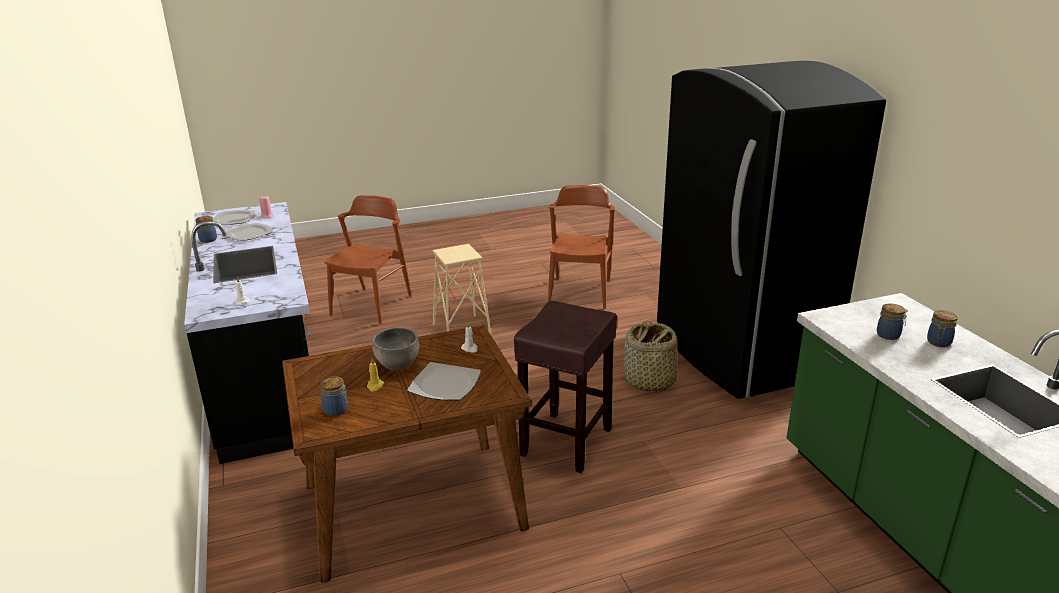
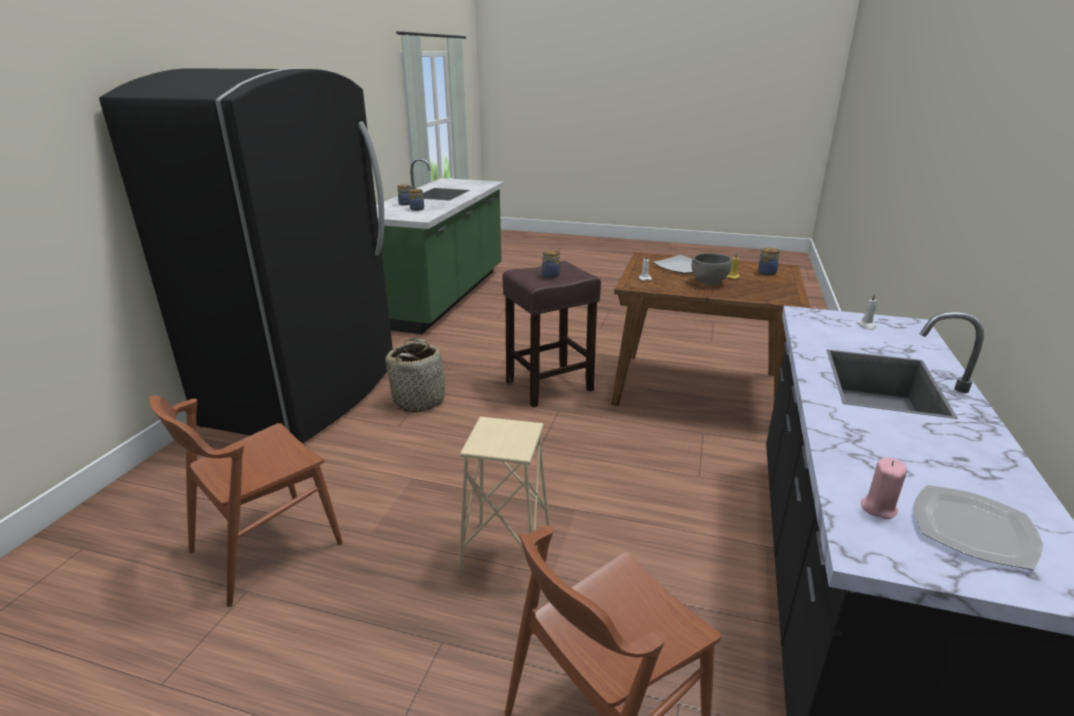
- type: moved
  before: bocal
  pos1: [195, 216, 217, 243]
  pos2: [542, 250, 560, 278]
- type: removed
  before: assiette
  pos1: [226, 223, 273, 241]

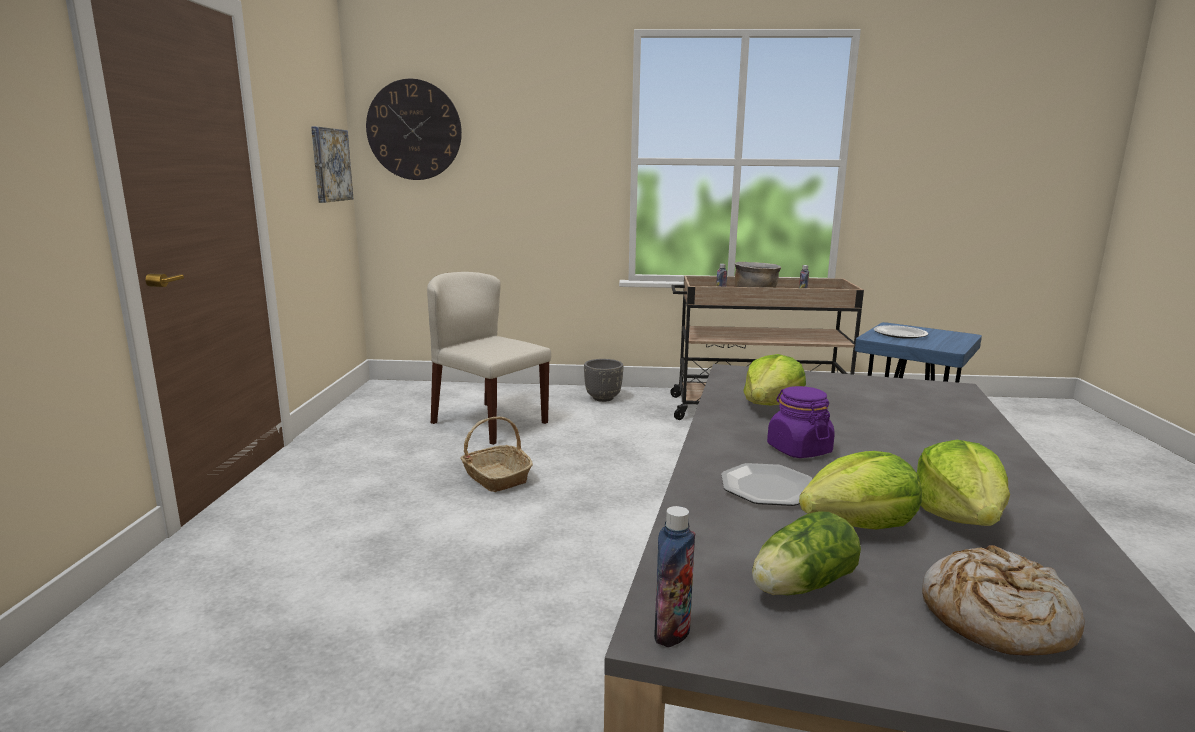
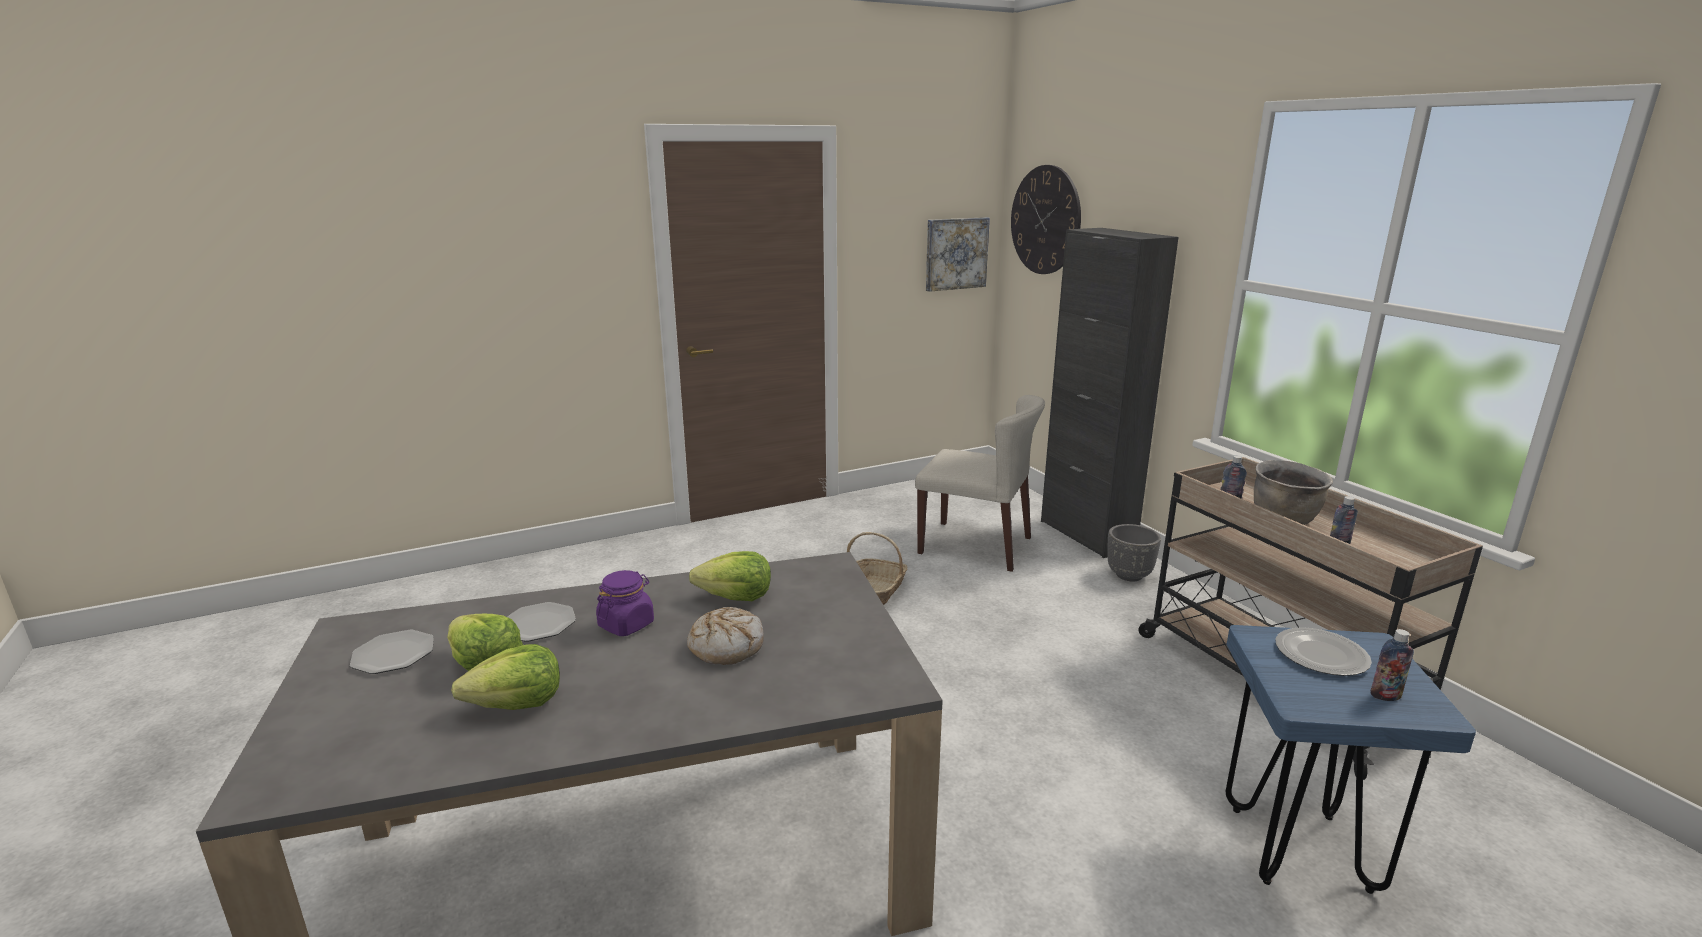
- type: turned
  before: chaise/beige
  pos1: [427, 272, 551, 445]
  pos2: [915, 395, 1045, 572]
  turn: 105
- type: moved
  before: bouteille
  pos1: [654, 506, 695, 647]
  pos2: [1370, 629, 1414, 701]
- type: replaced
  before: laitue
  after: assiette
  pos1: [752, 511, 861, 595]
  pos2: [350, 630, 434, 674]
- type: moved
  before: pain
  pos1: [922, 545, 1085, 655]
  pos2: [687, 607, 764, 665]
- type: added
  after: meuble de rangement/noir
  pos2: [1041, 228, 1179, 558]

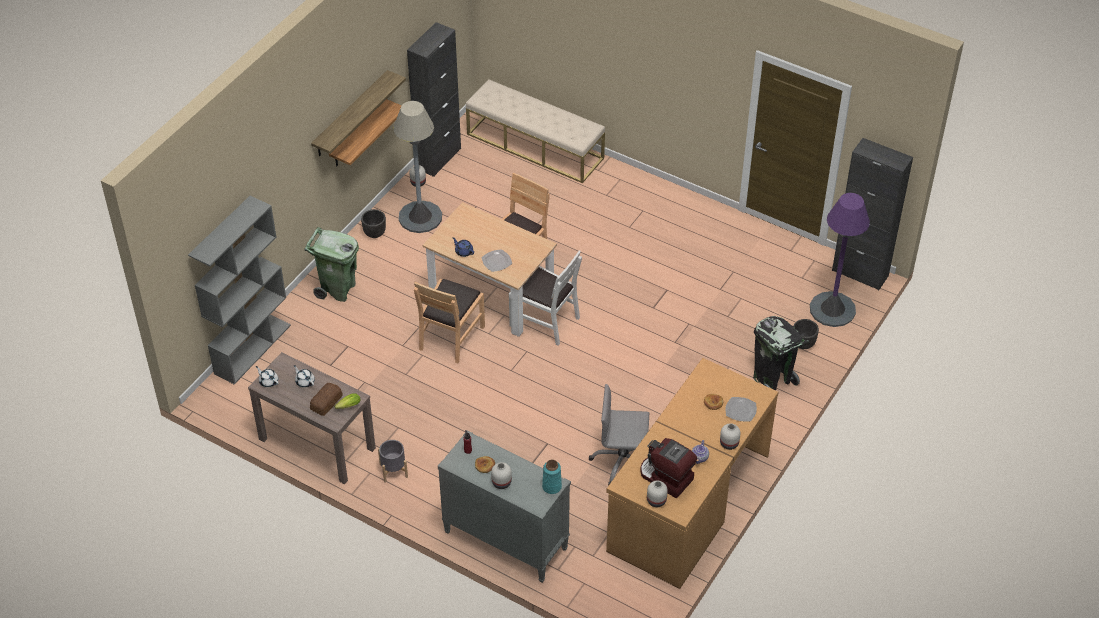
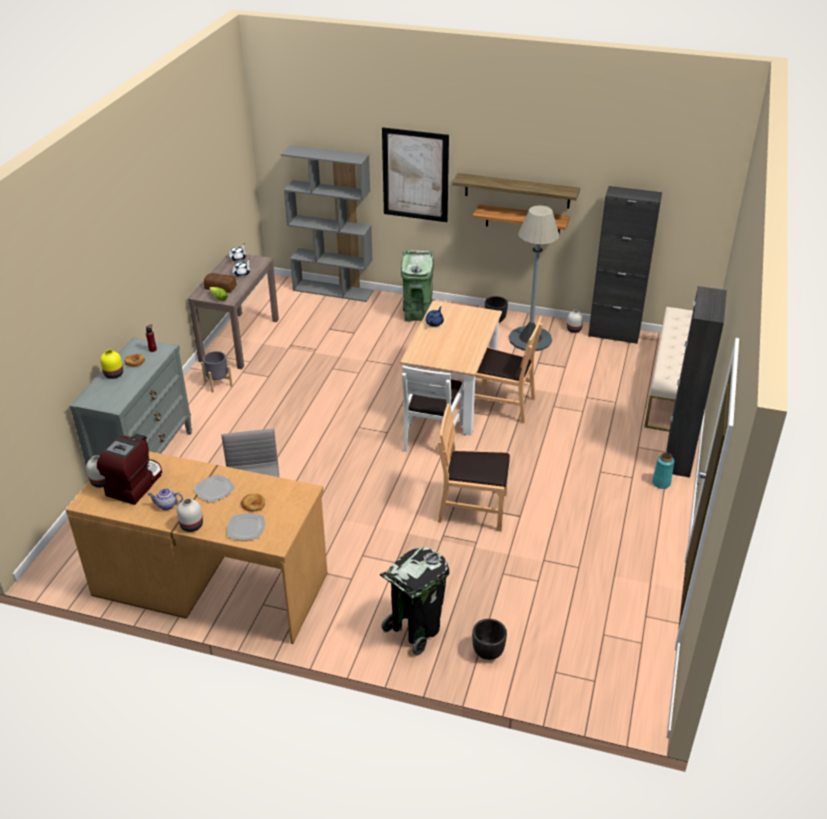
- type: moved
  before: meuble de rangement/noir
  pos1: [832, 138, 913, 290]
  pos2: [666, 286, 727, 478]
- type: removed
  before: lampadaire/violet
  pos1: [810, 193, 870, 327]
- type: moved
  before: assiette
  pos1: [481, 249, 512, 272]
  pos2: [194, 474, 235, 502]
- type: moved
  before: chaise/marron
  pos1: [414, 279, 485, 363]
  pos2: [438, 403, 510, 532]
- type: moved
  before: vase/turquoise
  pos1: [542, 460, 562, 494]
  pos2: [652, 452, 674, 489]
- type: recoloured
  before: vase/blanc
  after: vase/jaune
  pos1: [491, 462, 512, 489]
  pos2: [100, 350, 123, 379]
- type: added
  after: tableau
  pos2: [382, 127, 449, 222]

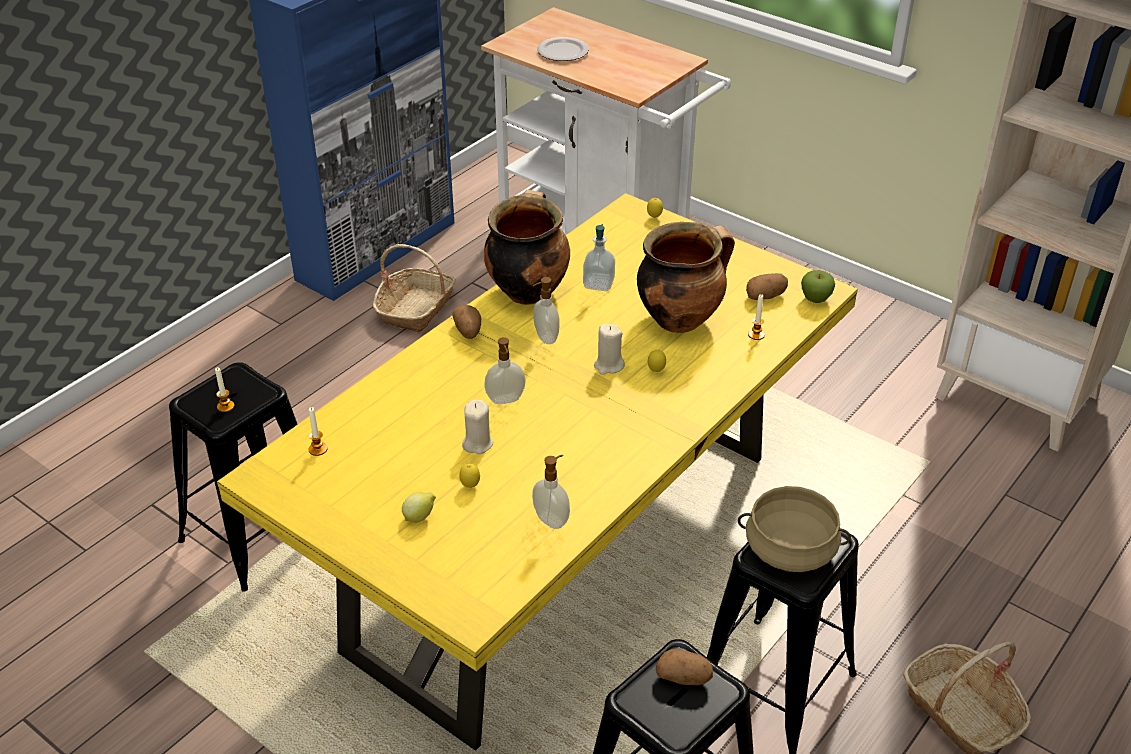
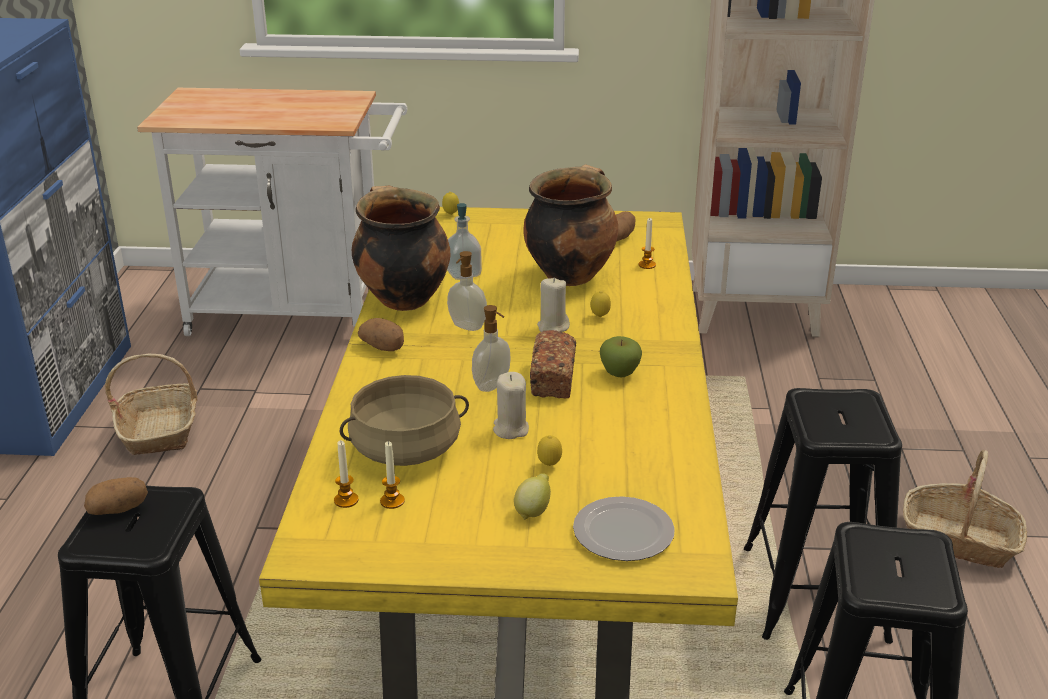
- type: moved
  before: assiette
  pos1: [537, 37, 589, 61]
  pos2: [573, 496, 675, 561]
- type: moved
  before: pomme
  pos1: [801, 270, 835, 303]
  pos2: [600, 336, 642, 377]
- type: moved
  before: bougie
  pos1: [215, 367, 234, 412]
  pos2: [380, 441, 405, 509]
- type: removed
  before: distributeur de savon
  pos1: [532, 455, 570, 529]
- type: moved
  before: marmite/beige
  pos1: [738, 486, 851, 572]
  pos2: [340, 375, 469, 466]
- type: moved
  before: pomme de terre
  pos1: [656, 649, 713, 685]
  pos2: [84, 477, 148, 515]
- type: added
  after: pain
  pos2: [530, 330, 576, 399]

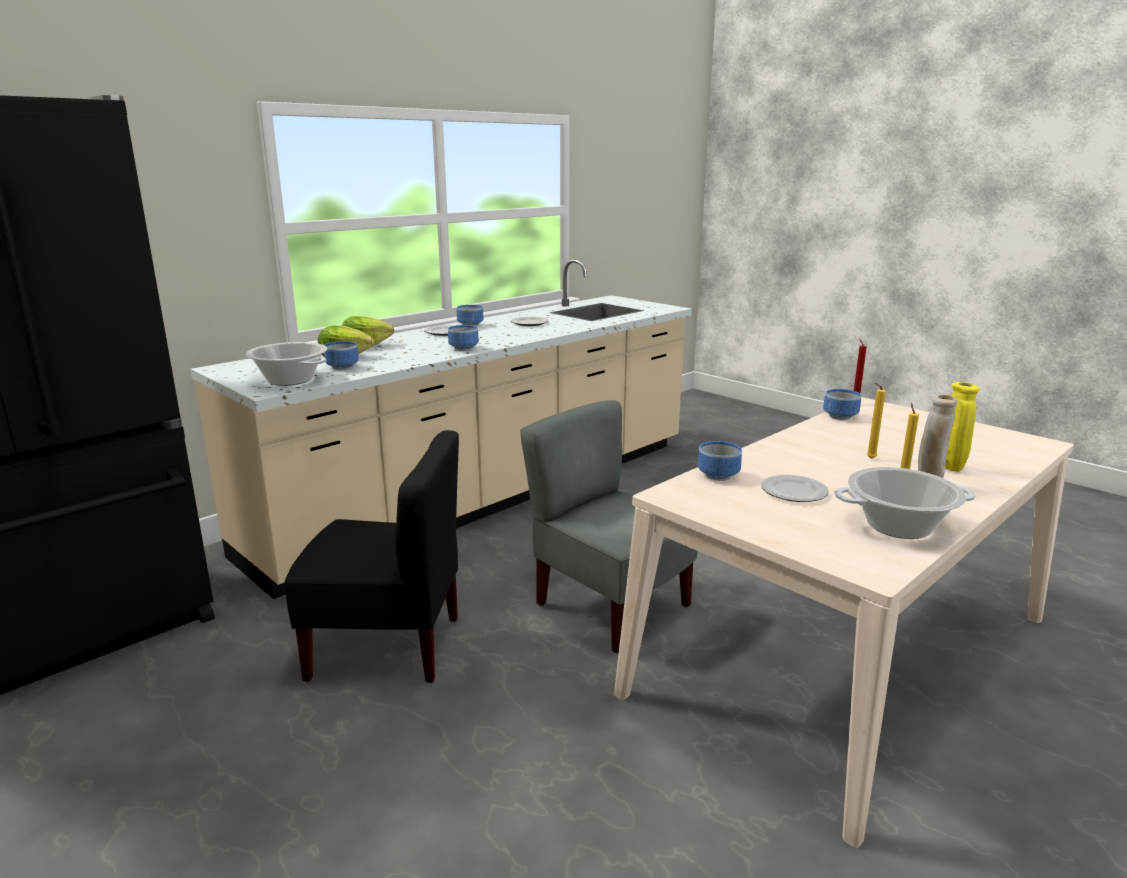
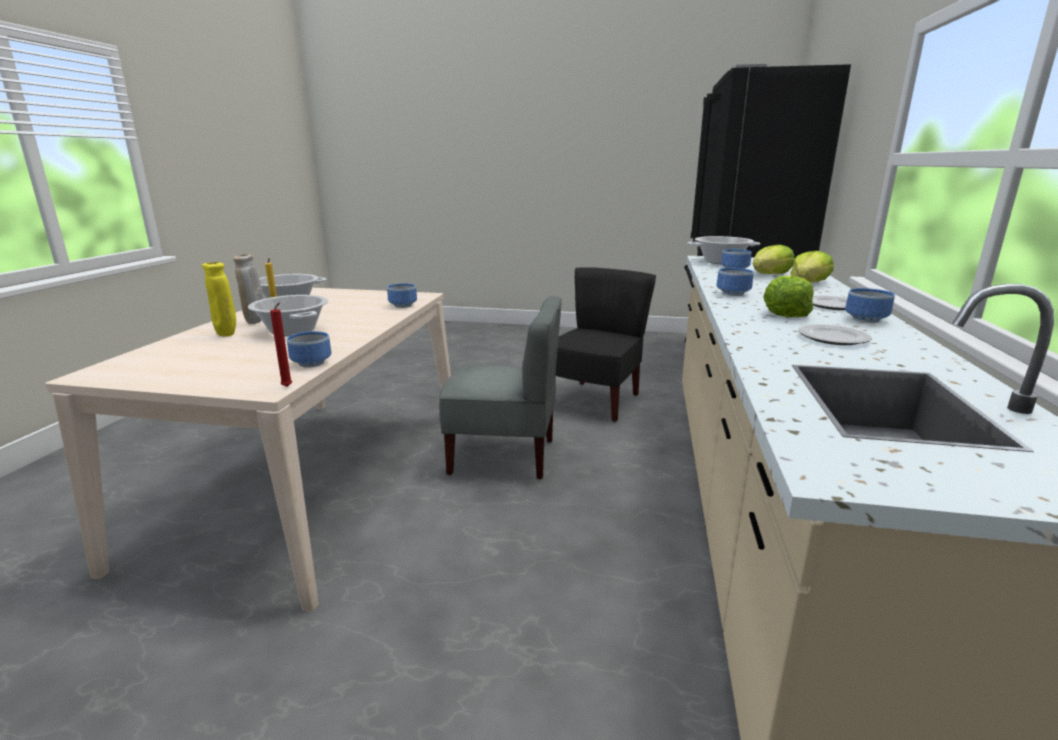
- type: replaced
  before: bougie/jaune
  after: marmite
  pos1: [867, 383, 886, 459]
  pos2: [248, 295, 328, 336]
- type: turned
  before: chaise/noir
  pos1: [285, 430, 459, 683]
  pos2: [556, 267, 656, 422]
  turn: 150
- type: removed
  before: assiette
  pos1: [761, 475, 829, 502]
- type: added
  after: laitue
  pos2: [763, 275, 814, 317]

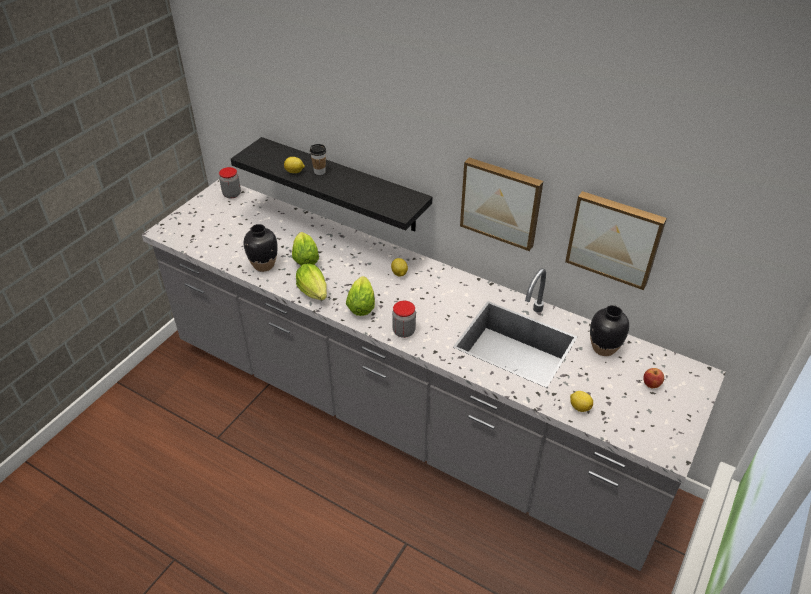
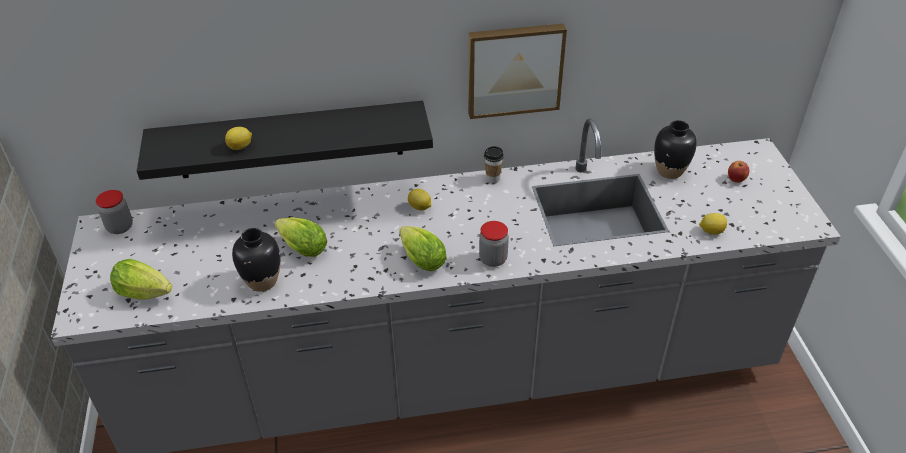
- type: moved
  before: tasse
  pos1: [310, 144, 326, 175]
  pos2: [484, 146, 504, 183]
- type: removed
  before: tableau
  pos1: [565, 191, 667, 290]
- type: moved
  before: laitue
  pos1: [296, 264, 327, 300]
  pos2: [110, 259, 172, 300]

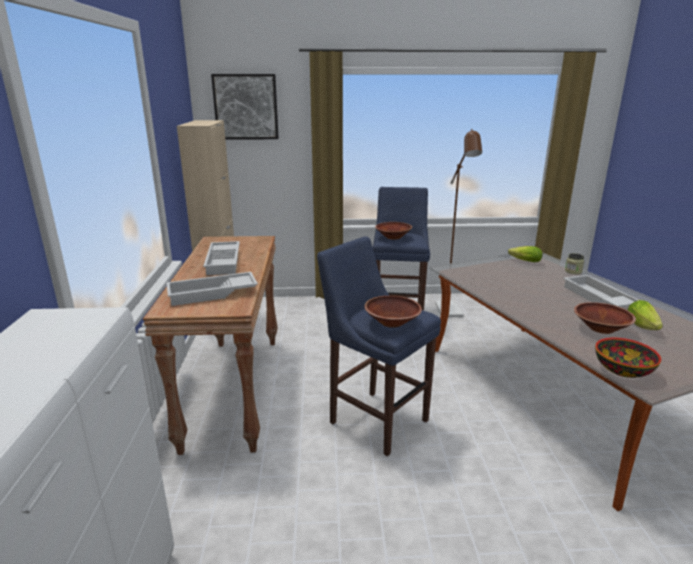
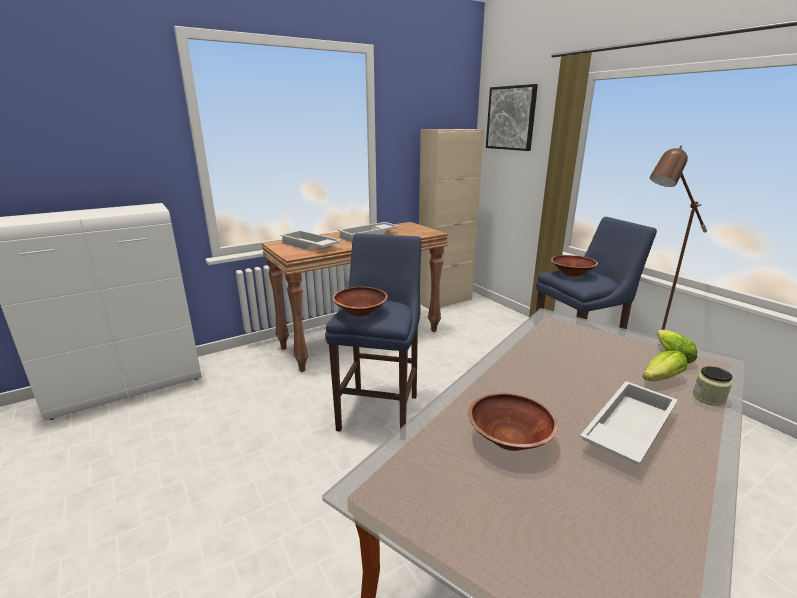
- type: moved
  before: laitue
  pos1: [628, 300, 663, 330]
  pos2: [642, 351, 687, 381]
- type: removed
  before: bol
  pos1: [595, 338, 661, 378]

